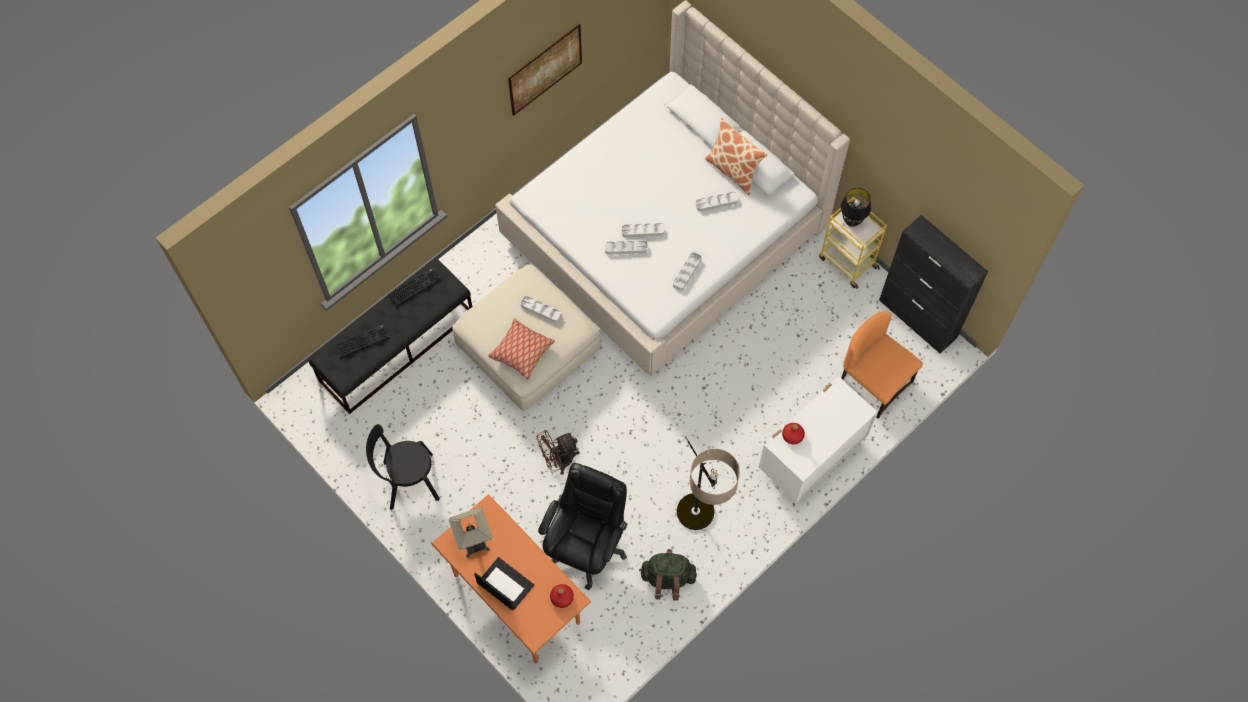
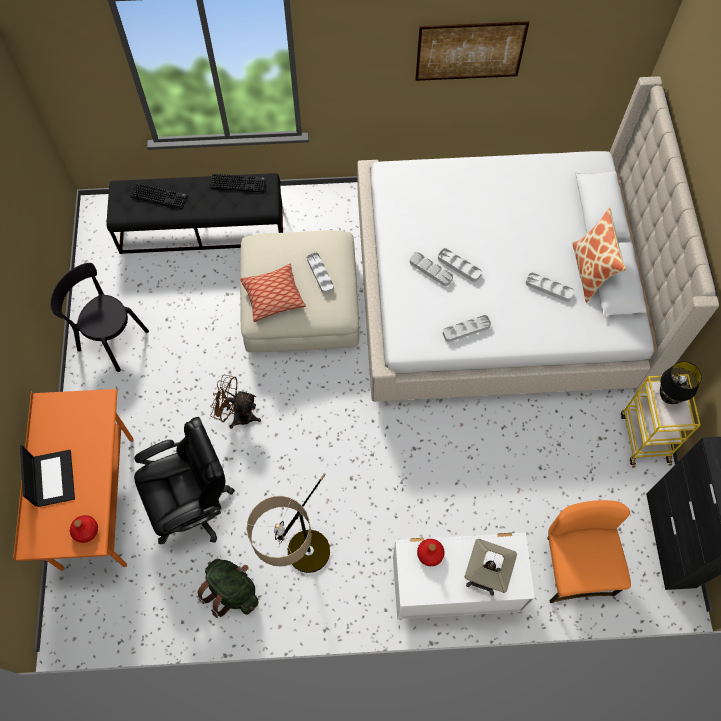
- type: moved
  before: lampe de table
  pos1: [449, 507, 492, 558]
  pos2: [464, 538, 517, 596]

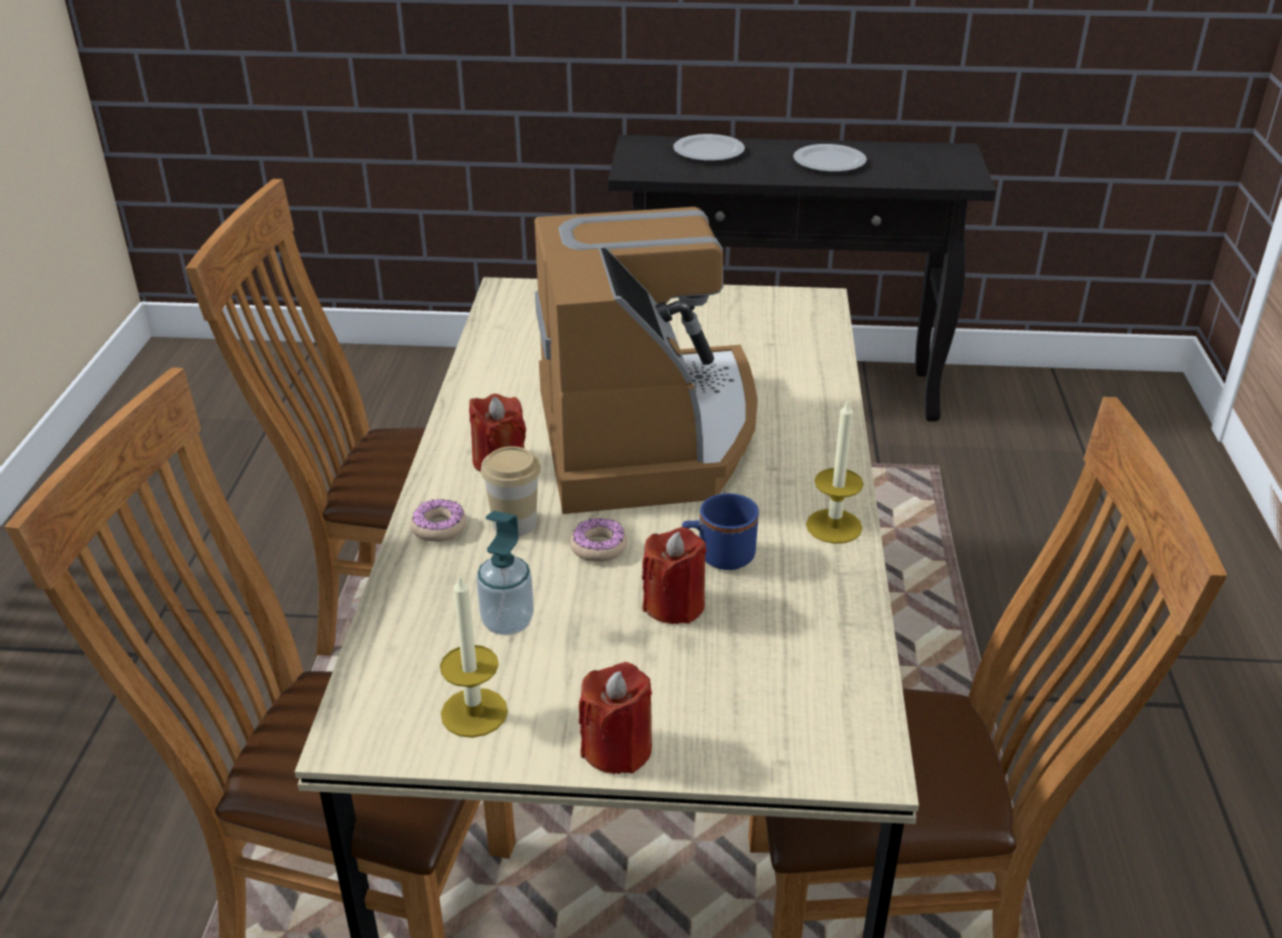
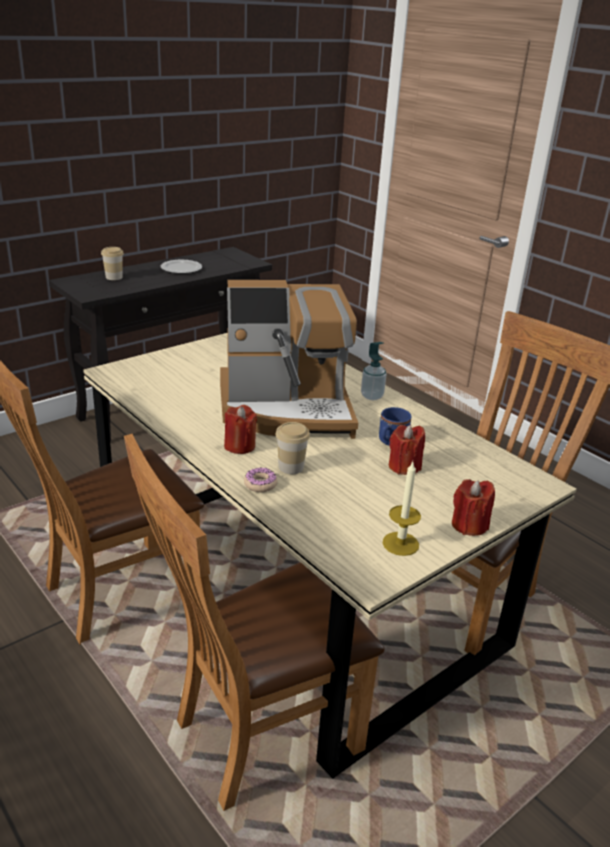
- type: replaced
  before: assiette
  after: tasse
  pos1: [673, 134, 745, 161]
  pos2: [101, 247, 124, 280]
- type: turned
  before: machine à café
  pos1: [534, 207, 758, 514]
  pos2: [220, 280, 358, 439]
  turn: 135
- type: removed
  before: bougie
  pos1: [806, 401, 864, 544]
- type: moved
  before: distributeur de savon
  pos1: [476, 511, 534, 635]
  pos2: [361, 342, 387, 400]
- type: removed
  before: beignet
  pos1: [570, 518, 627, 562]

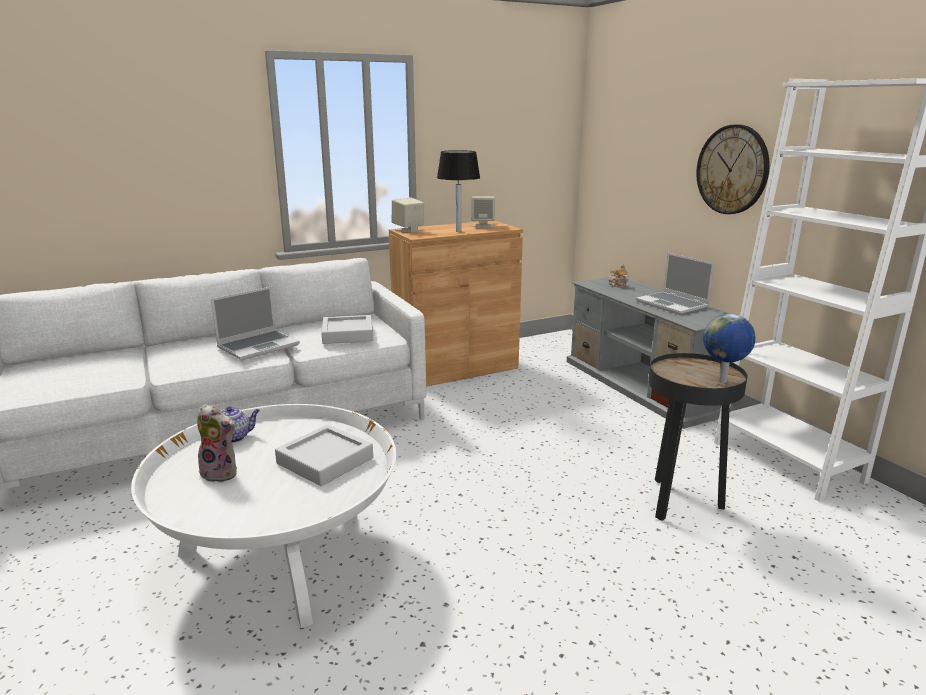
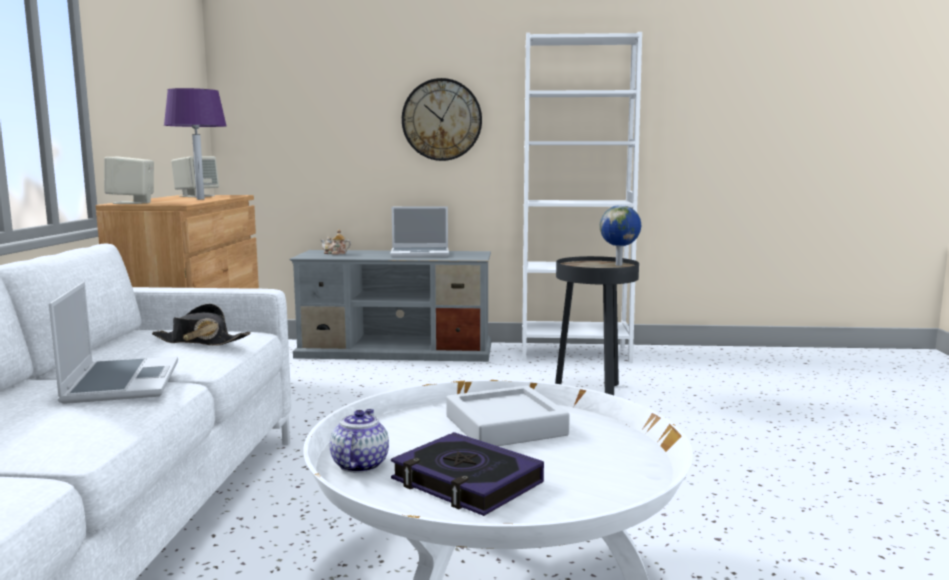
- type: recoloured
  before: lampe de table/noir
  after: lampe de table/violet
  pos1: [437, 150, 480, 232]
  pos2: [164, 88, 227, 200]
- type: replaced
  before: plateau/gris
  after: chapeau/noir
  pos1: [321, 315, 373, 344]
  pos2: [152, 304, 250, 346]
- type: replaced
  before: peluche
  after: livre
  pos1: [197, 404, 237, 482]
  pos2: [391, 432, 544, 516]

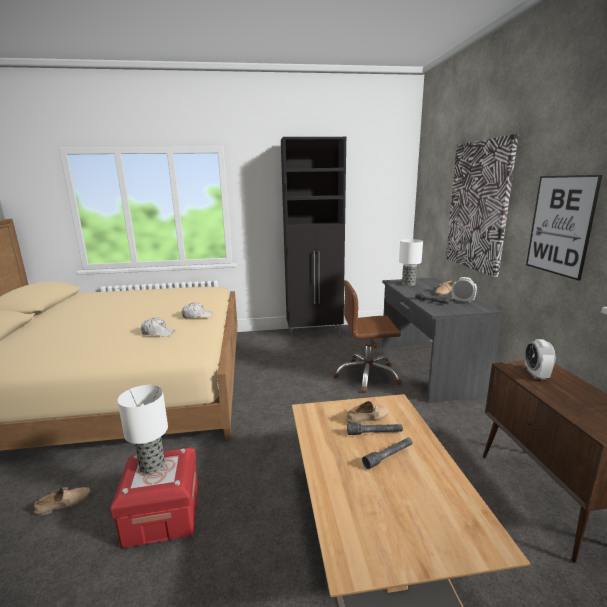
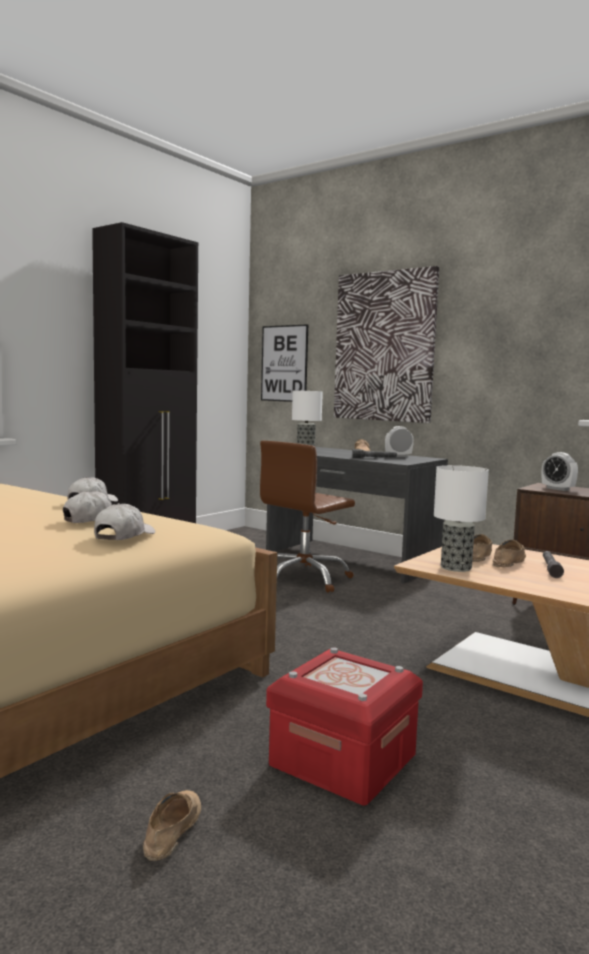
- type: moved
  before: tableau
  pos1: [526, 175, 602, 281]
  pos2: [261, 324, 308, 402]
- type: moved
  before: lampe de table
  pos1: [117, 385, 168, 474]
  pos2: [434, 465, 489, 572]
- type: replaced
  before: lampe de poche/gris
  after: chaussure/beige
  pos1: [347, 423, 403, 435]
  pos2: [493, 540, 526, 567]
- type: added
  after: casquette/blanc
  pos2: [94, 503, 155, 540]

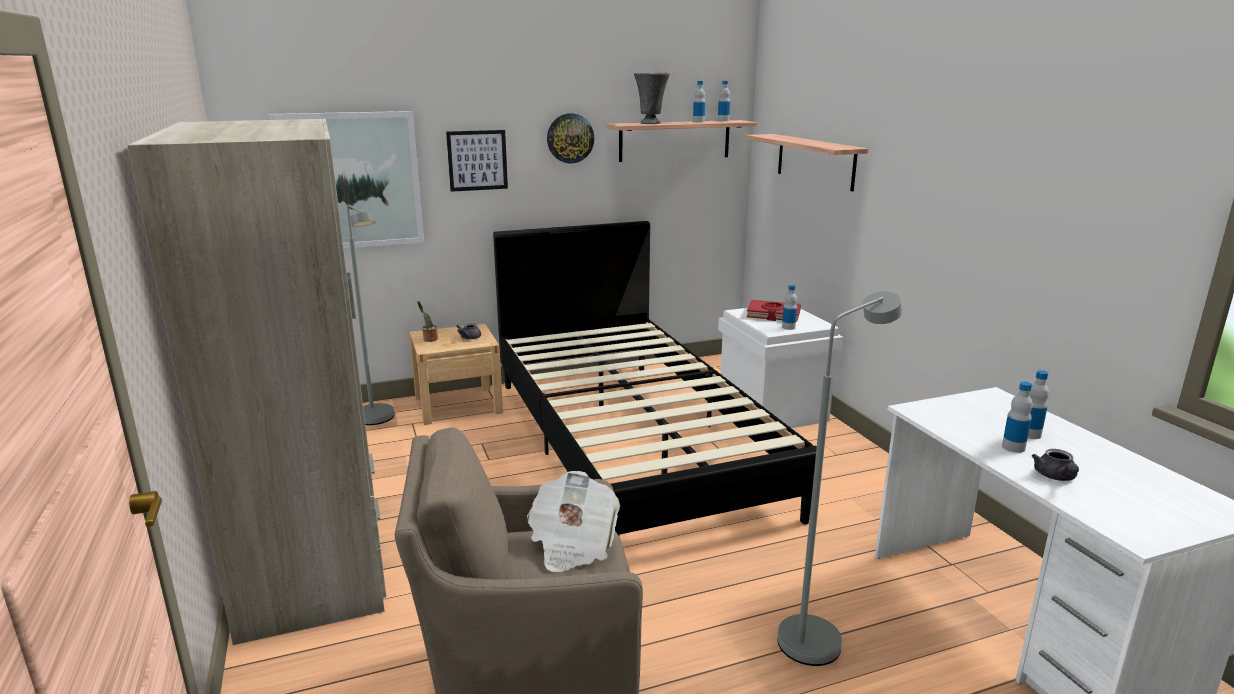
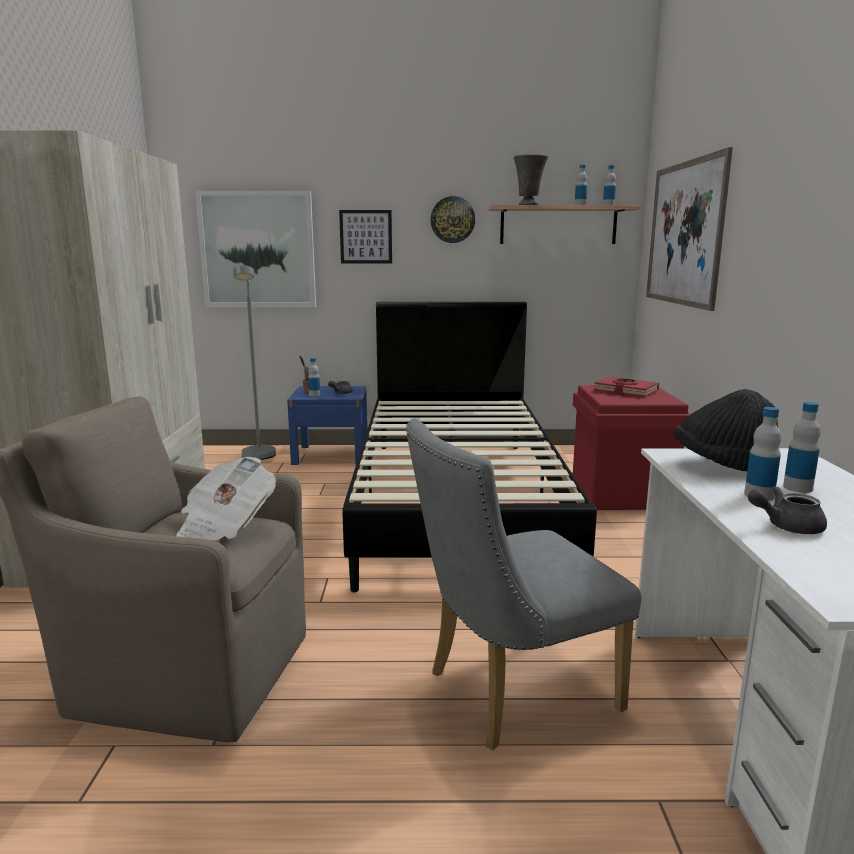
- type: replaced
  before: étagère
  after: tableau
  pos1: [745, 134, 868, 191]
  pos2: [646, 147, 733, 311]
- type: moved
  before: bouteille
  pos1: [782, 285, 797, 330]
  pos2: [308, 358, 320, 396]
- type: replaced
  before: lampadaire/gris
  after: chaise/gris
  pos1: [777, 291, 902, 666]
  pos2: [406, 419, 641, 751]
- type: recoloured
  before: boîte de rangement/blanc
  after: boîte de rangement/rouge
  pos1: [718, 308, 843, 428]
  pos2: [573, 385, 691, 510]
- type: recoloured
  before: table de chevet/beige
  after: table de chevet/bleu
  pos1: [409, 323, 503, 425]
  pos2: [287, 386, 368, 465]
- type: turned
  before: théière/gris
  pos1: [1032, 449, 1079, 481]
  pos2: [748, 486, 827, 534]
  turn: 60
- type: added
  after: chapeau/noir
  pos2: [674, 389, 778, 471]

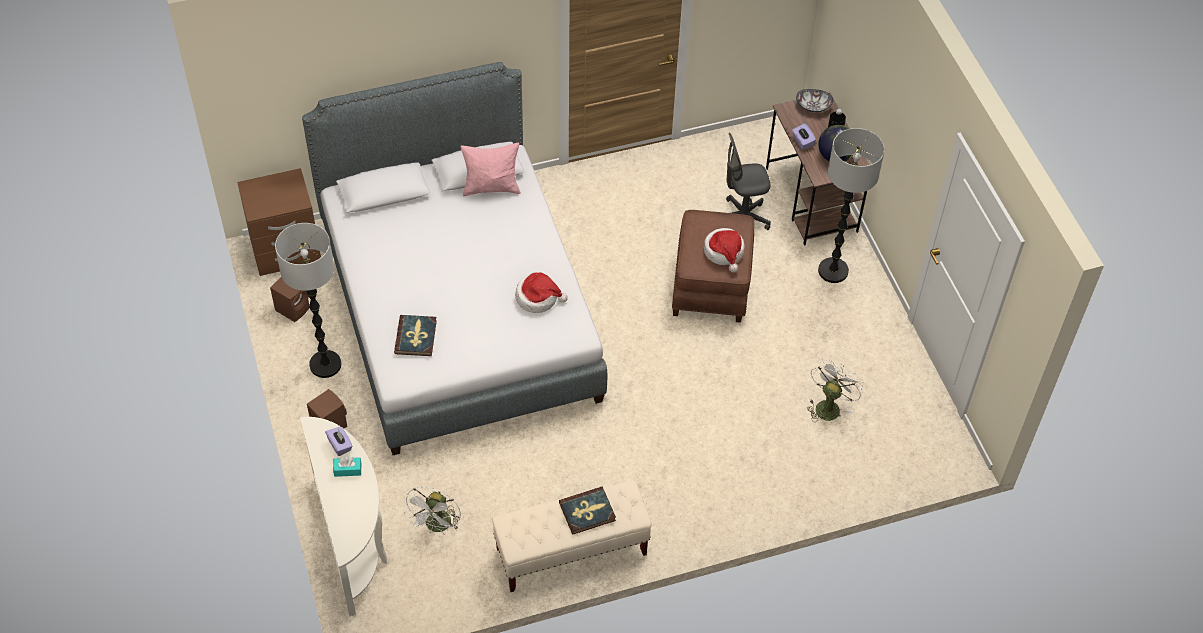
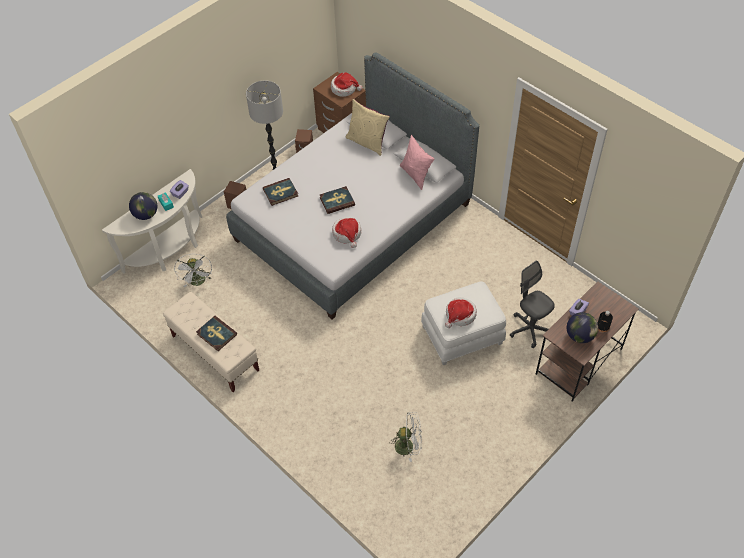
- type: removed
  before: bol
  pos1: [796, 89, 833, 113]
- type: removed
  before: lampadaire
  pos1: [818, 128, 885, 283]
- type: recoloured
  before: pouf/marron
  after: pouf/blanc
  pos1: [672, 210, 754, 323]
  pos2: [421, 282, 506, 365]
- type: turned
  before: ventilateur/blanc
  pos1: [404, 487, 461, 535]
  pos2: [174, 254, 212, 287]
  turn: -90
- type: added
  after: chapeau
  pos2: [331, 73, 362, 97]
- type: added
  after: coussin/beige
  pos2: [345, 99, 390, 156]
- type: added
  after: livre
  pos2: [320, 186, 355, 214]
- type: added
  after: globe
  pos2: [129, 192, 157, 220]

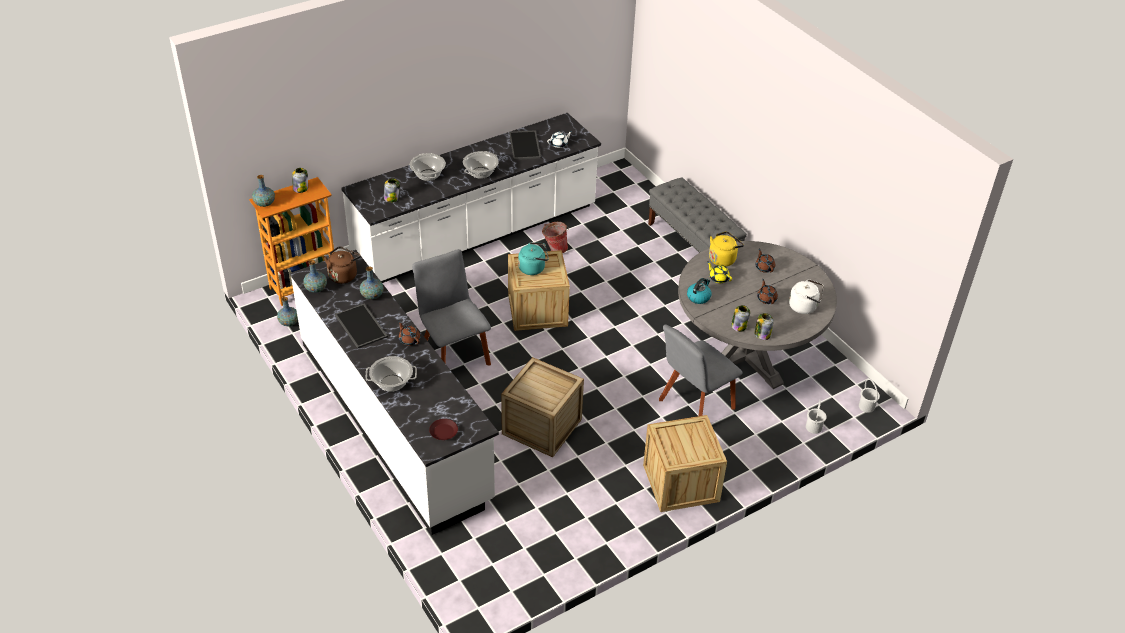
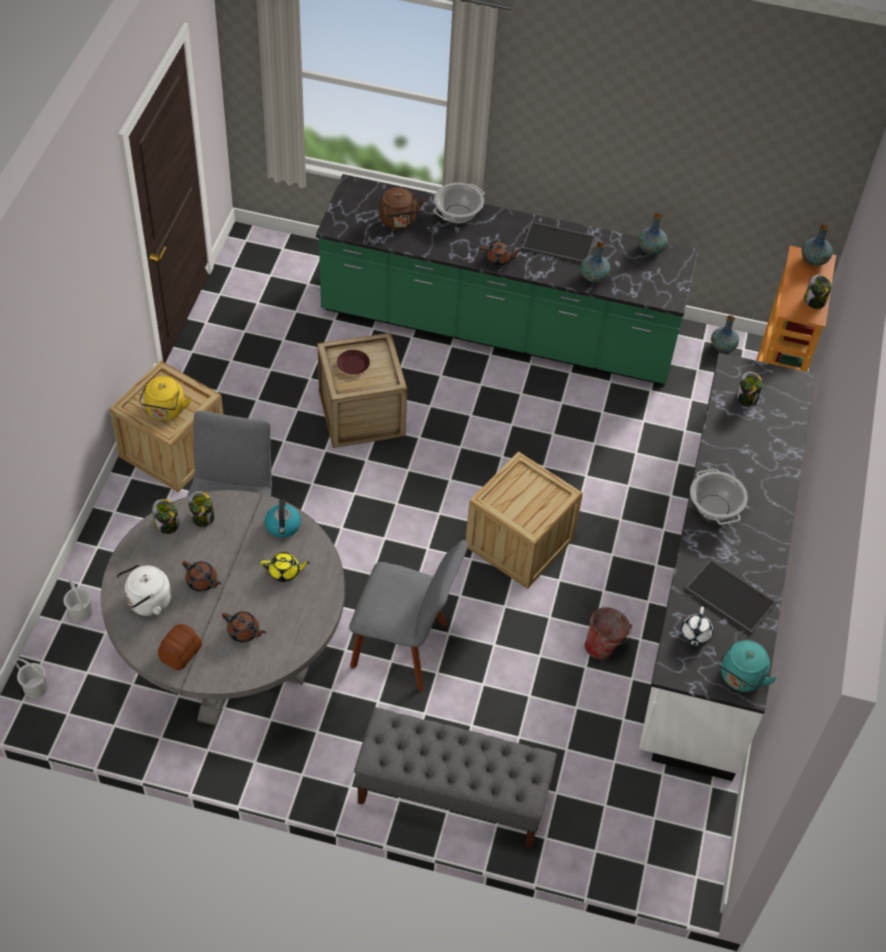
- type: removed
  before: marmite
  pos1: [410, 153, 446, 181]
- type: moved
  before: bouilloire/jaune
  pos1: [709, 231, 744, 267]
  pos2: [139, 376, 191, 421]
- type: moved
  before: bouilloire/turquoise
  pos1: [518, 242, 549, 275]
  pos2: [718, 640, 777, 692]
- type: moved
  before: bouilloire/marron
  pos1: [324, 247, 361, 284]
  pos2: [380, 187, 424, 230]
- type: moved
  before: chaise/gris
  pos1: [412, 249, 491, 366]
  pos2: [349, 540, 468, 692]
- type: recoloured
  before: comptoir de cuisine/blanc
  after: comptoir de cuisine/vert
  pos1: [290, 250, 499, 535]
  pos2: [316, 174, 699, 385]
- type: moved
  before: assiette/marron
  pos1: [429, 419, 458, 440]
  pos2: [337, 350, 370, 375]
- type: added
  after: pain
  pos2: [158, 624, 202, 670]

